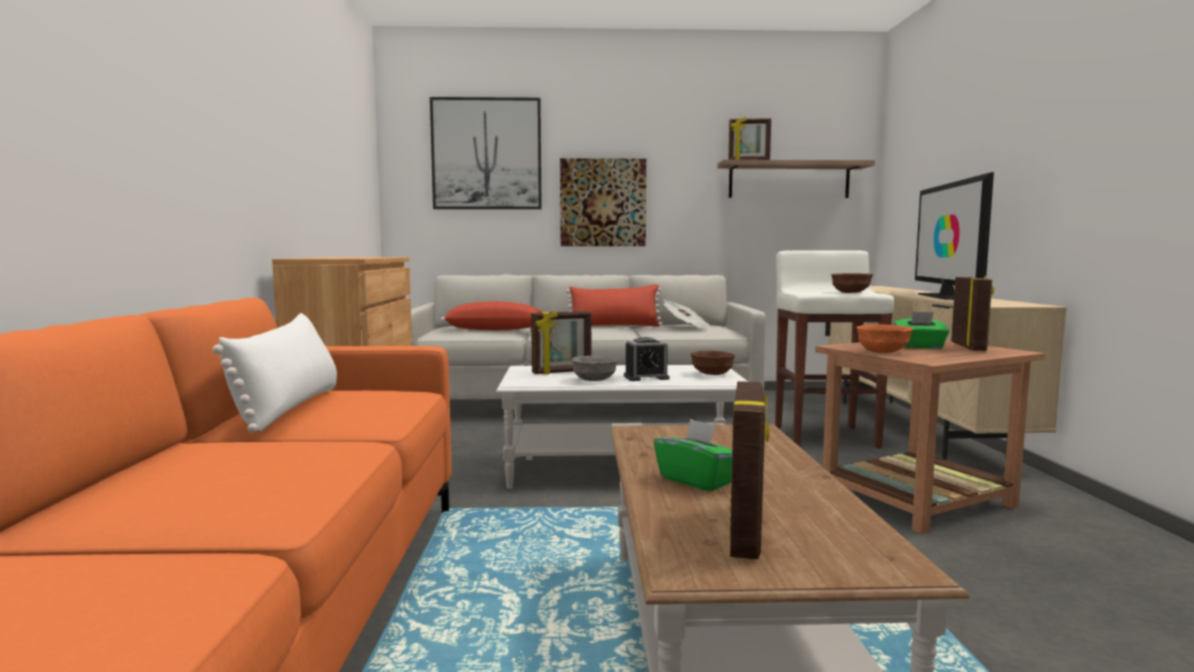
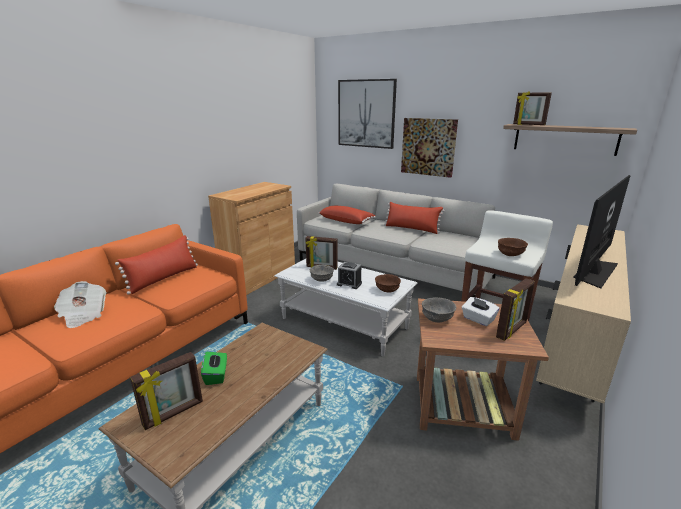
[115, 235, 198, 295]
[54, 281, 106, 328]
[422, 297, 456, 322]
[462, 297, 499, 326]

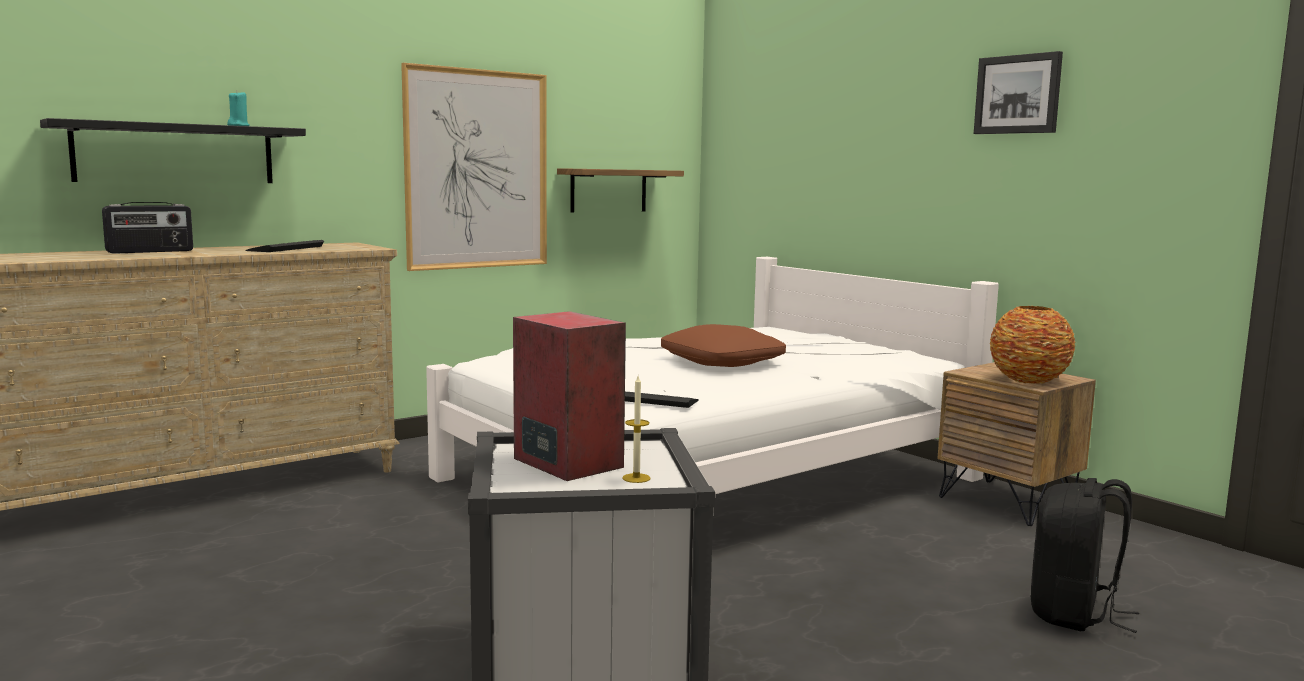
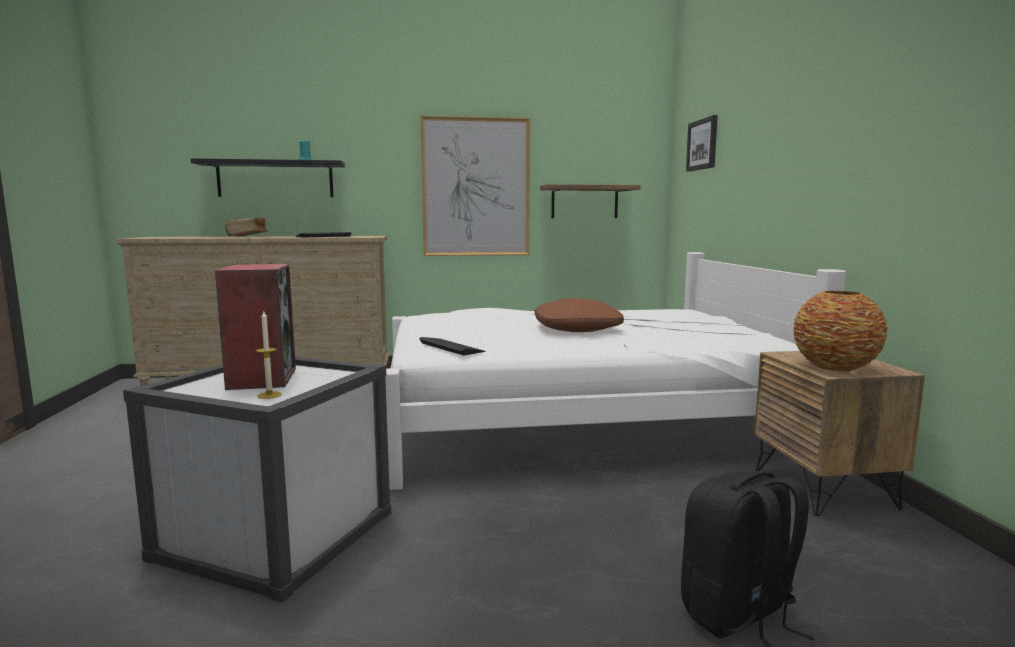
[226, 218, 268, 236]
[686, 115, 718, 172]

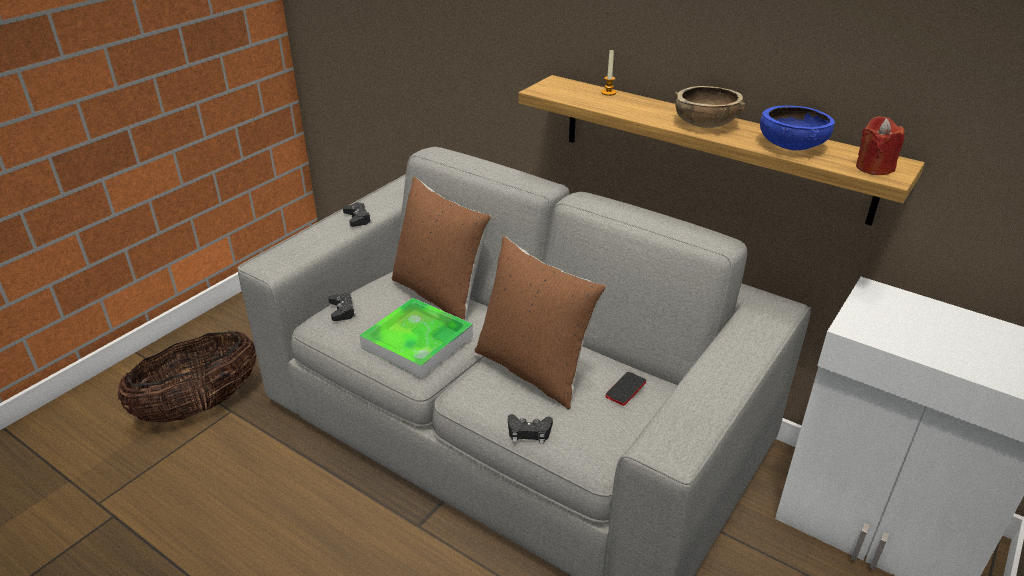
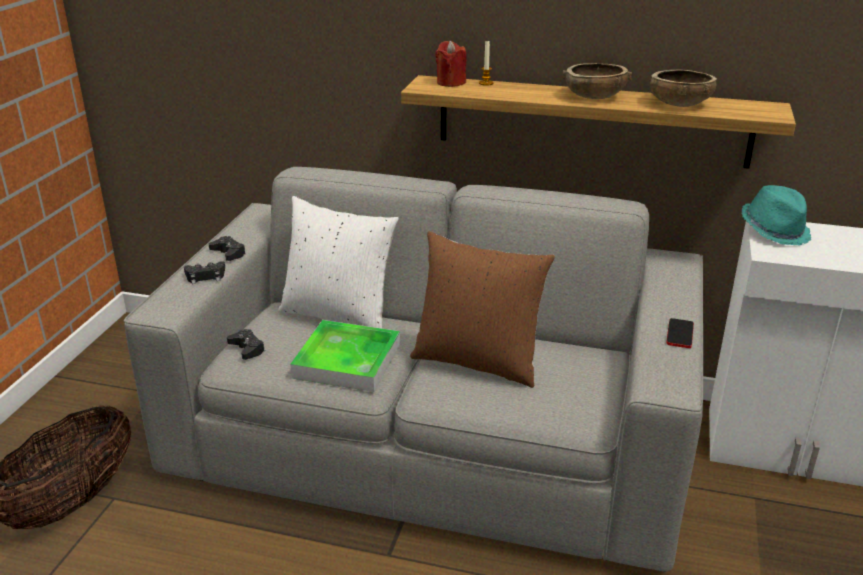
[279, 196, 399, 329]
[184, 261, 225, 284]
[666, 318, 694, 348]
[650, 69, 717, 107]
[435, 41, 467, 87]
[742, 185, 811, 245]

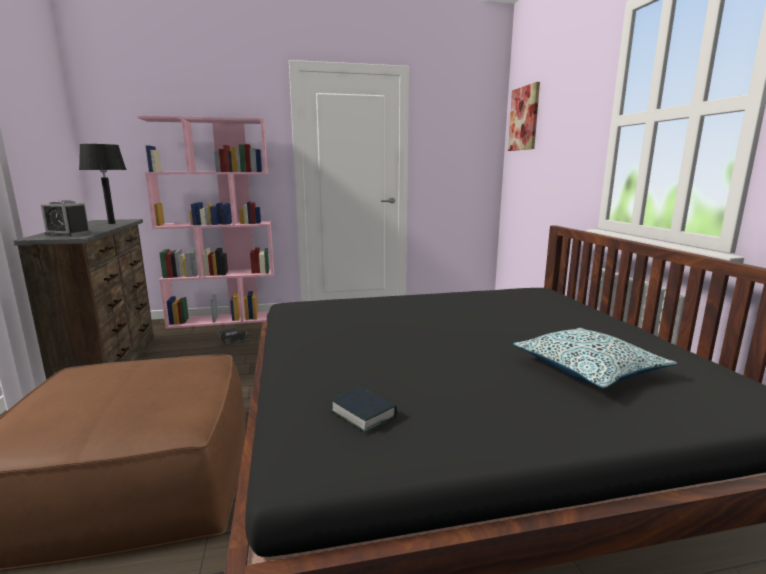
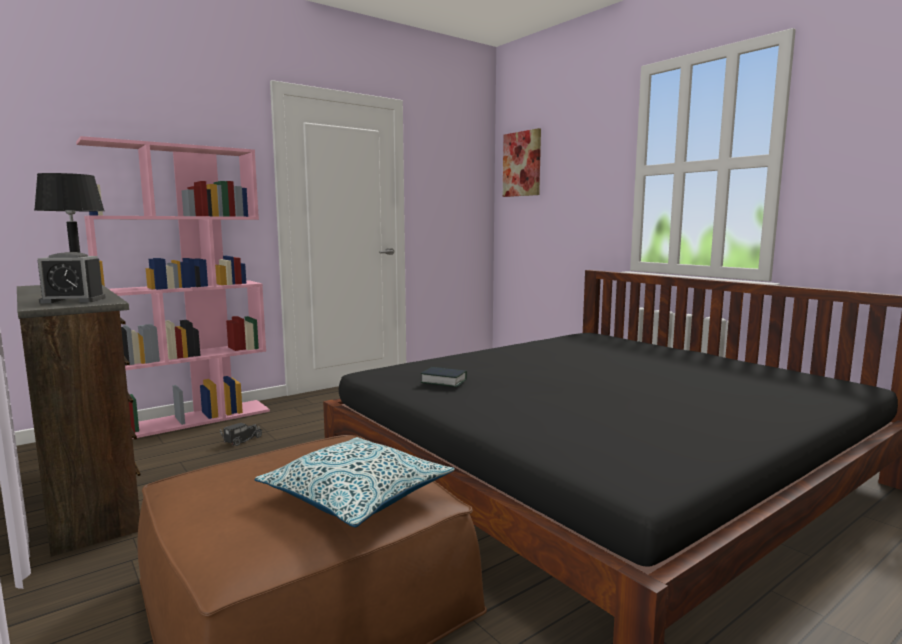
[421, 367, 467, 387]
[255, 437, 455, 528]

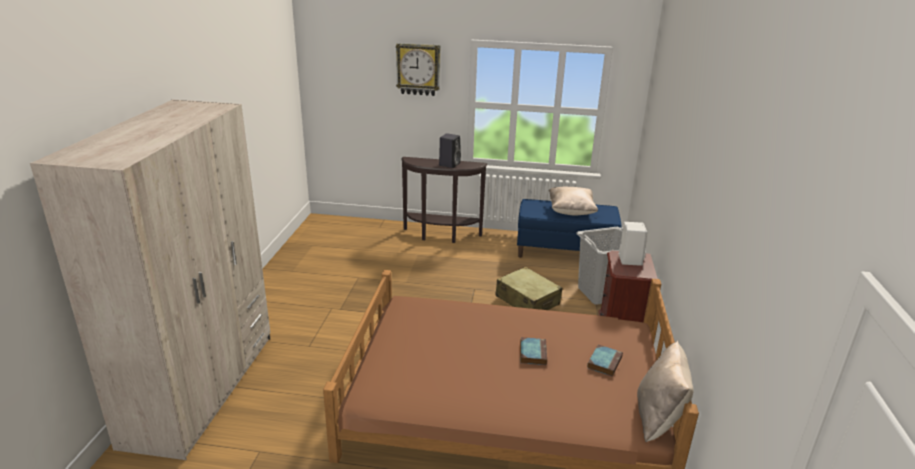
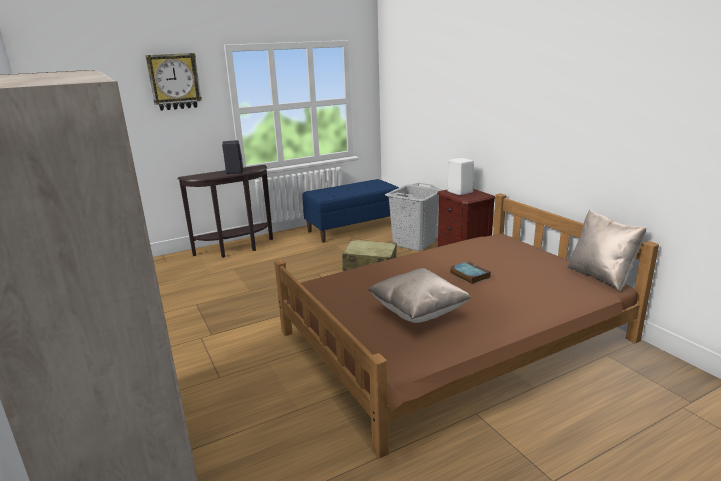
[368, 268, 471, 323]
[587, 344, 623, 376] (first image)

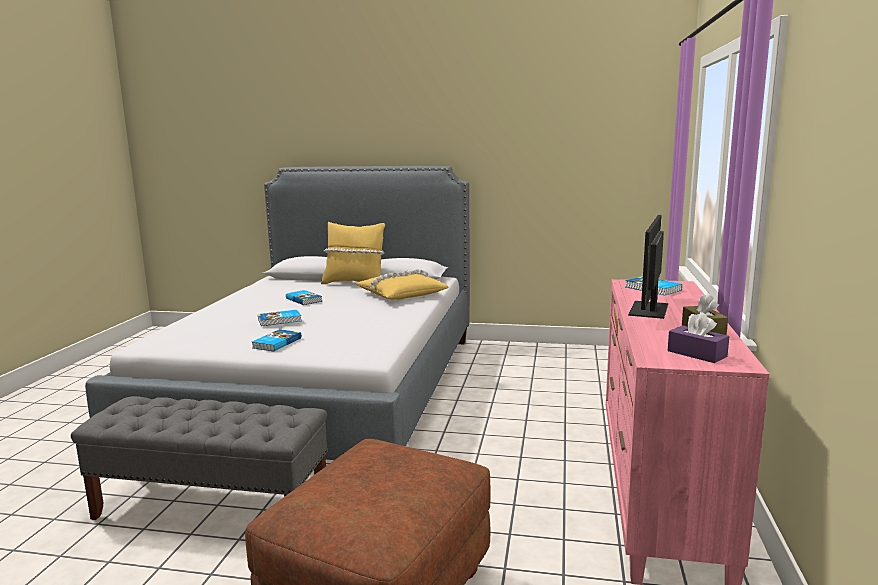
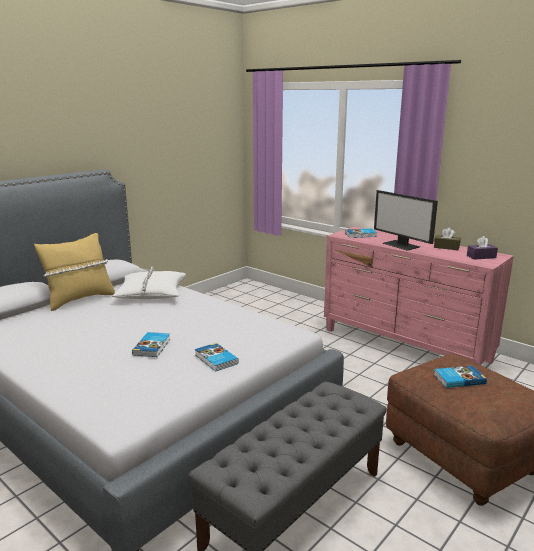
[434, 366, 487, 388]
[112, 267, 186, 299]

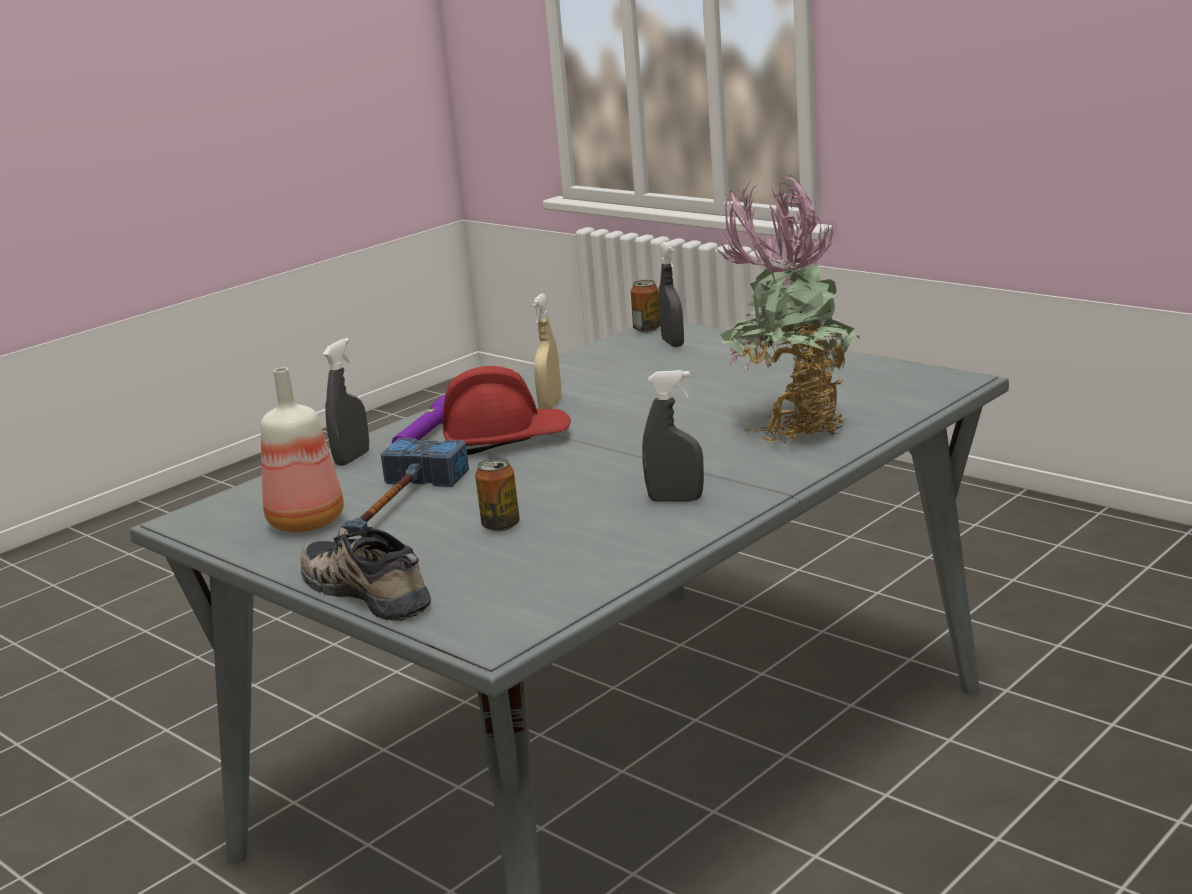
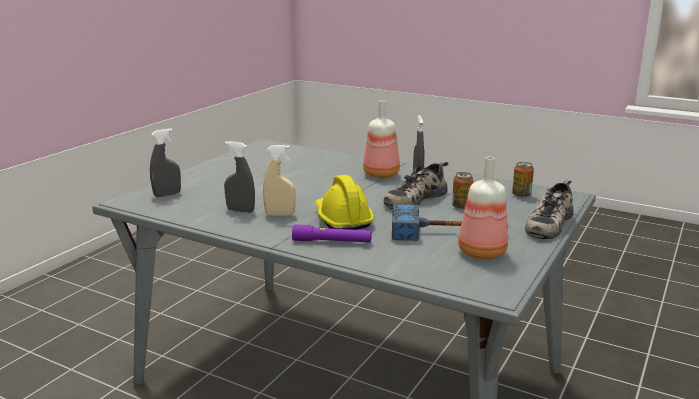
[224, 141, 255, 213]
[315, 175, 374, 230]
[512, 162, 534, 198]
[716, 175, 860, 444] (first image)
[363, 100, 400, 178]
[383, 161, 449, 209]

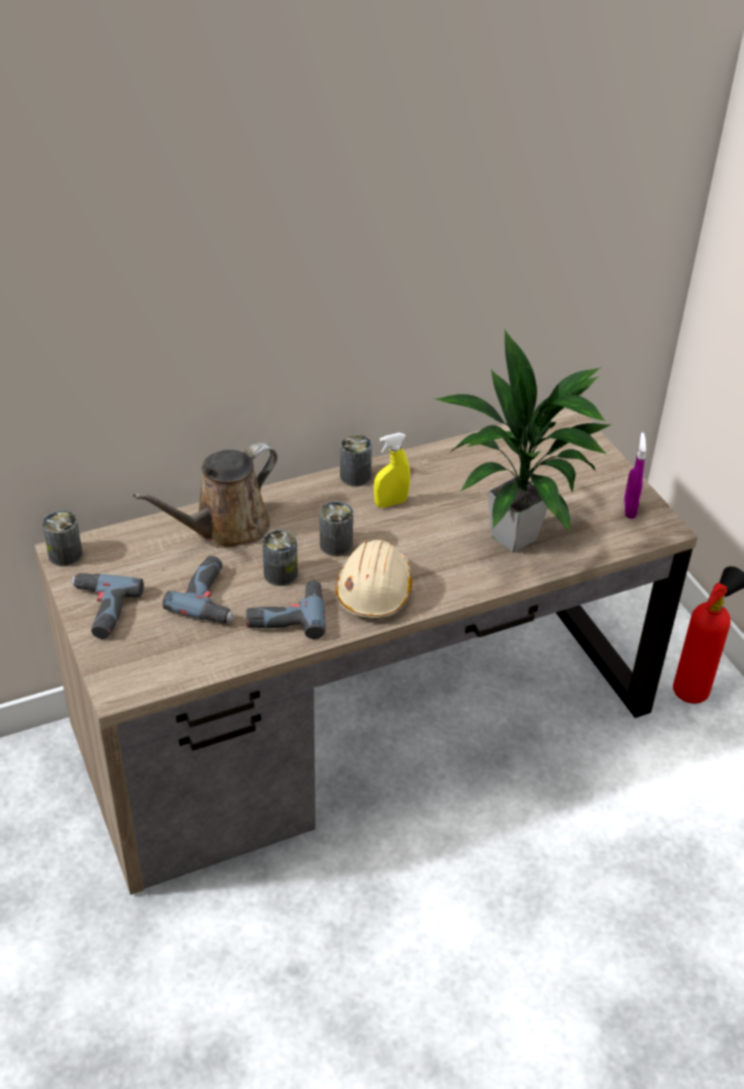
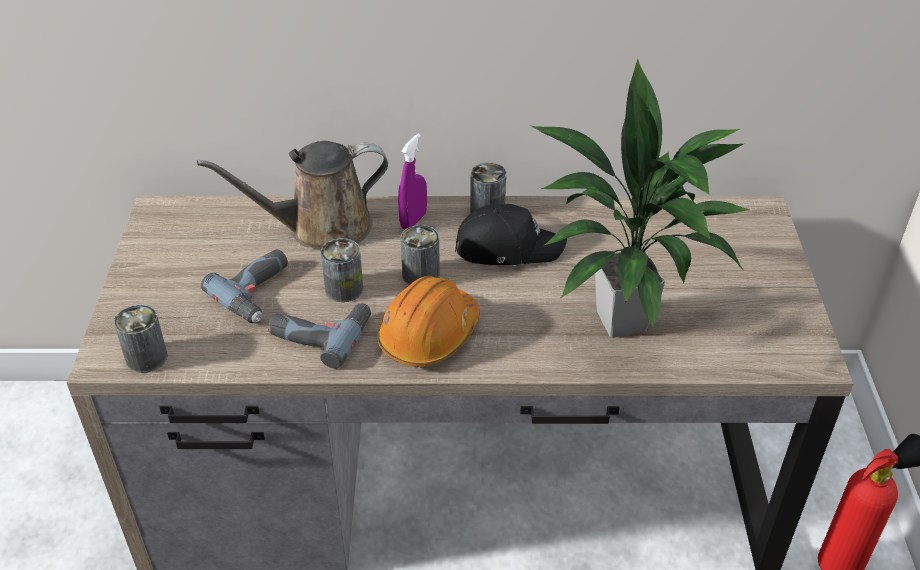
[114, 305, 168, 373]
[71, 573, 144, 639] (first image)
[377, 276, 480, 367]
[455, 204, 567, 265]
[398, 133, 427, 230]

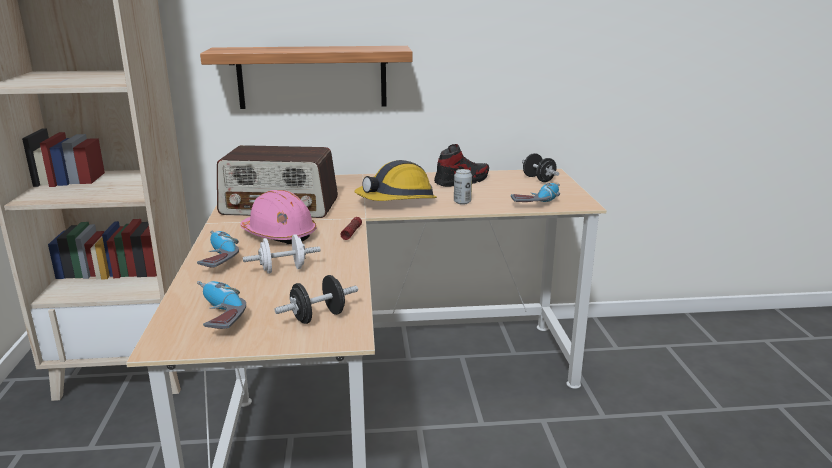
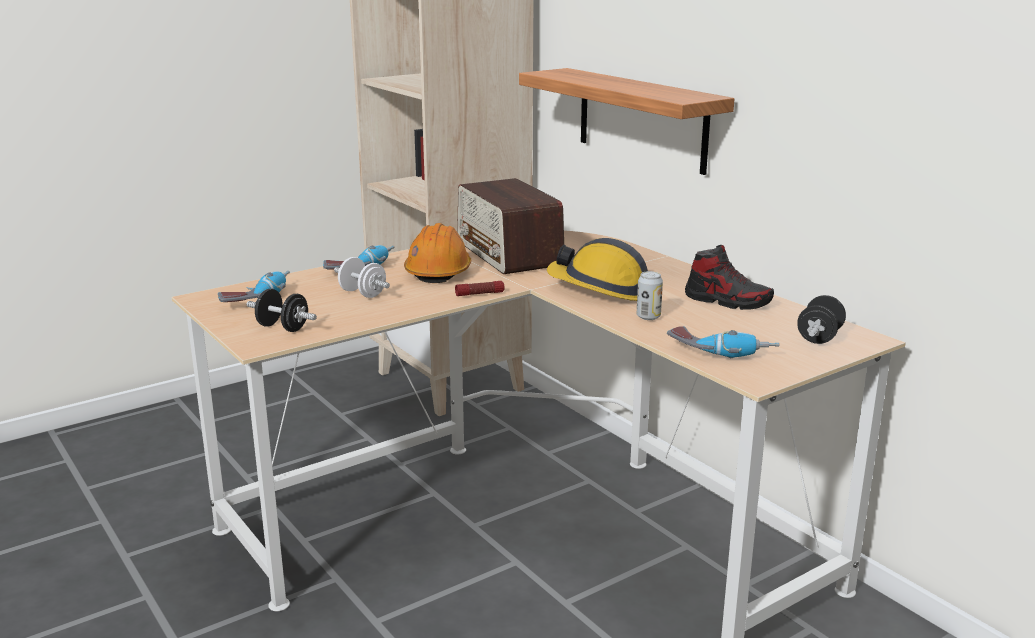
[404, 223, 471, 283]

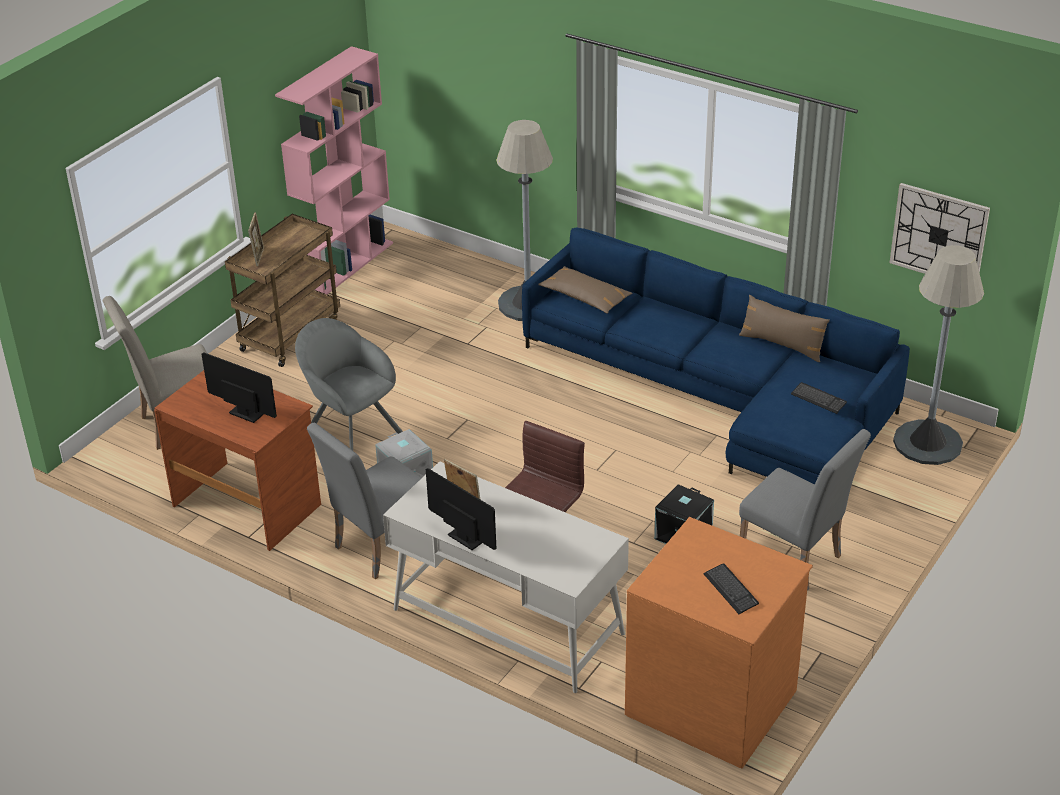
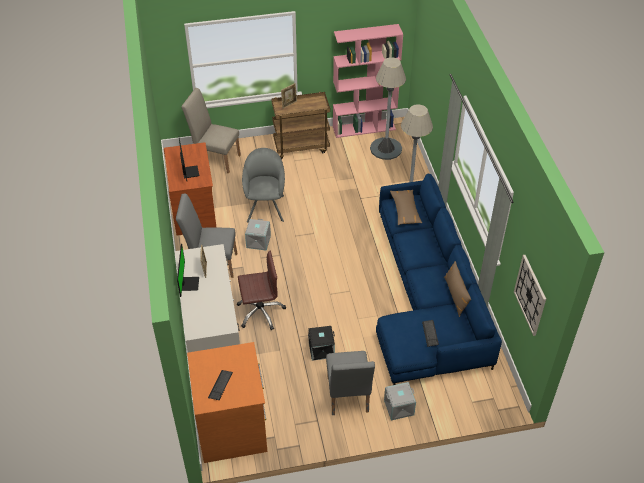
[370, 57, 406, 160]
[384, 382, 416, 420]

